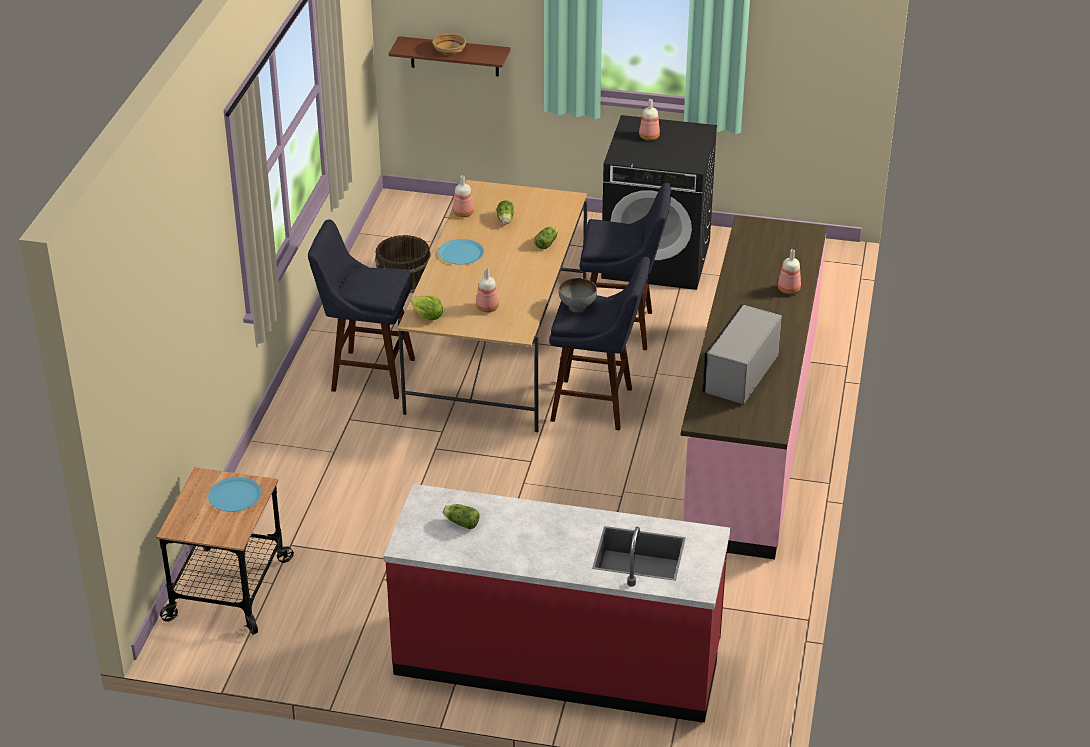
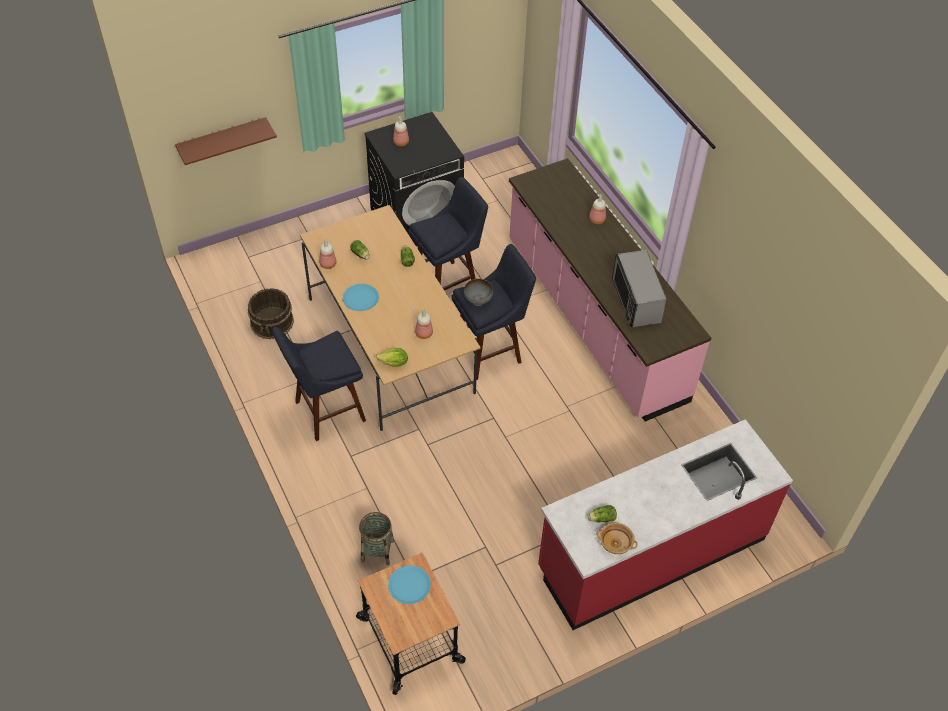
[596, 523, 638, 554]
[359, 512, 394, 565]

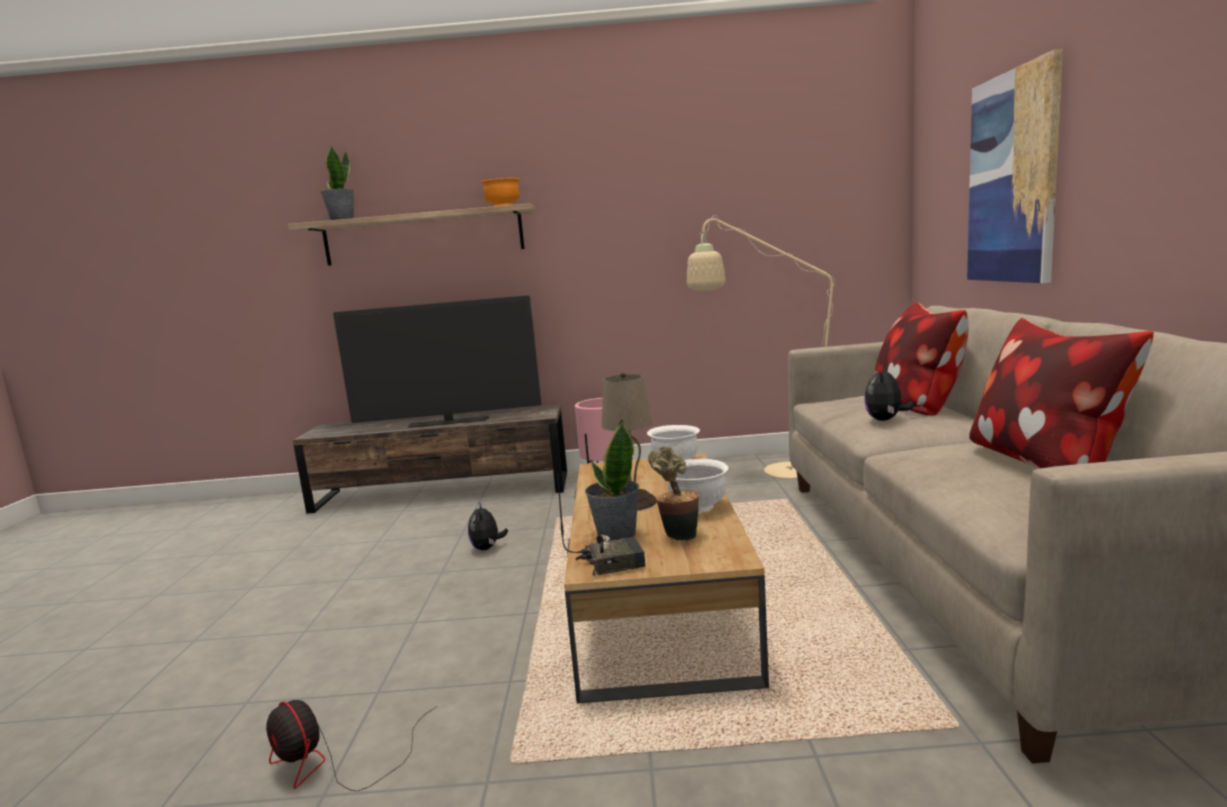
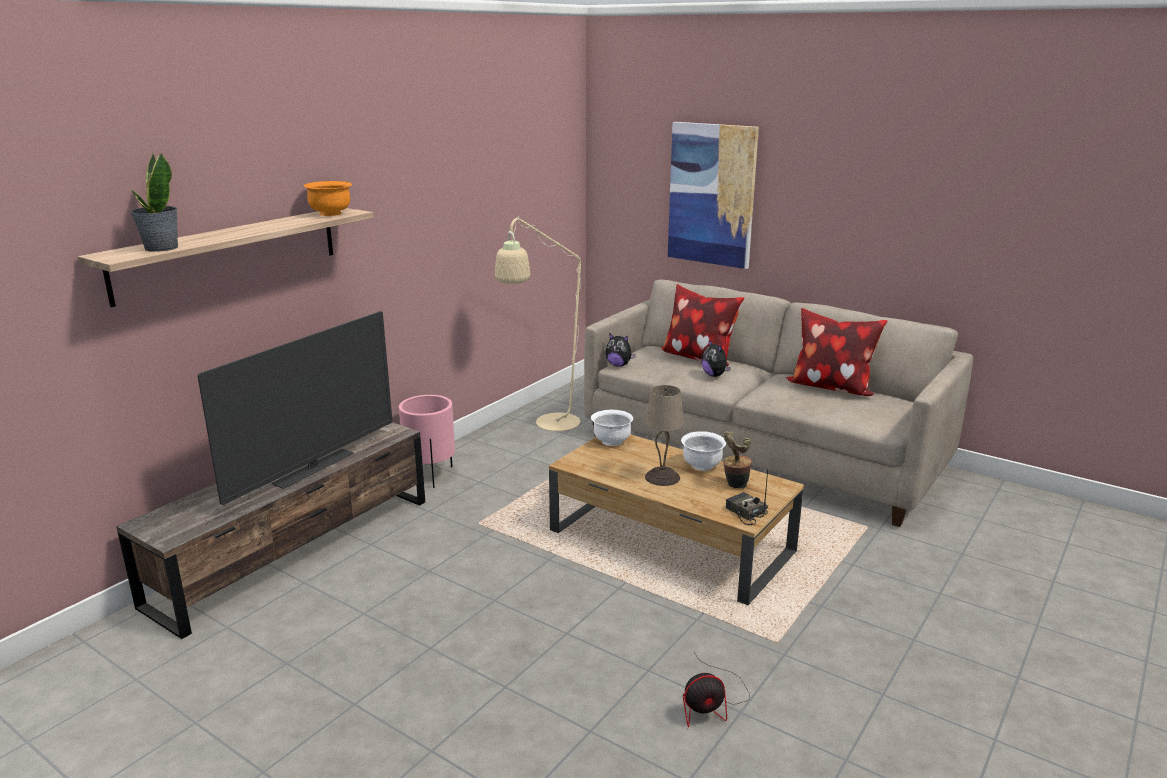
[606, 333, 636, 367]
[726, 469, 768, 525]
[585, 418, 639, 540] (first image)

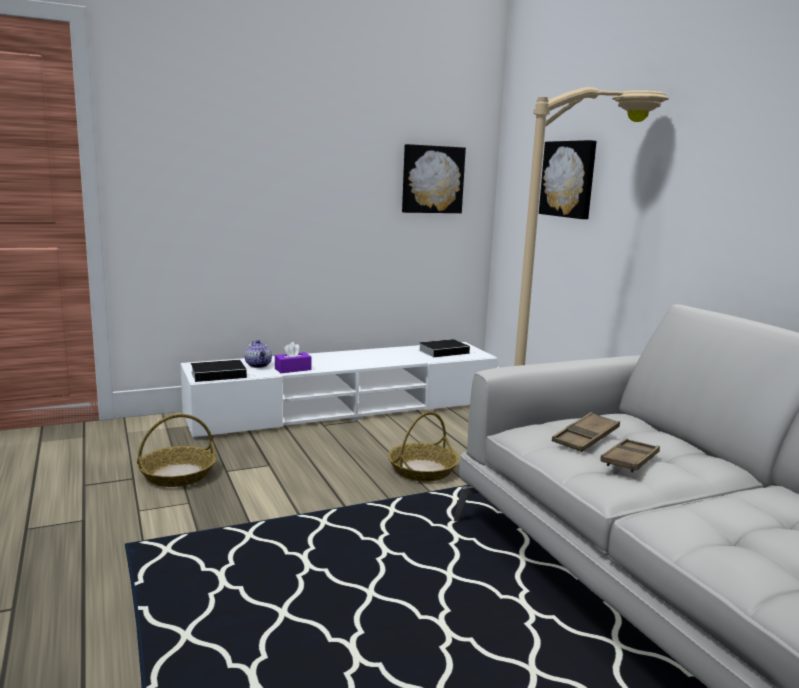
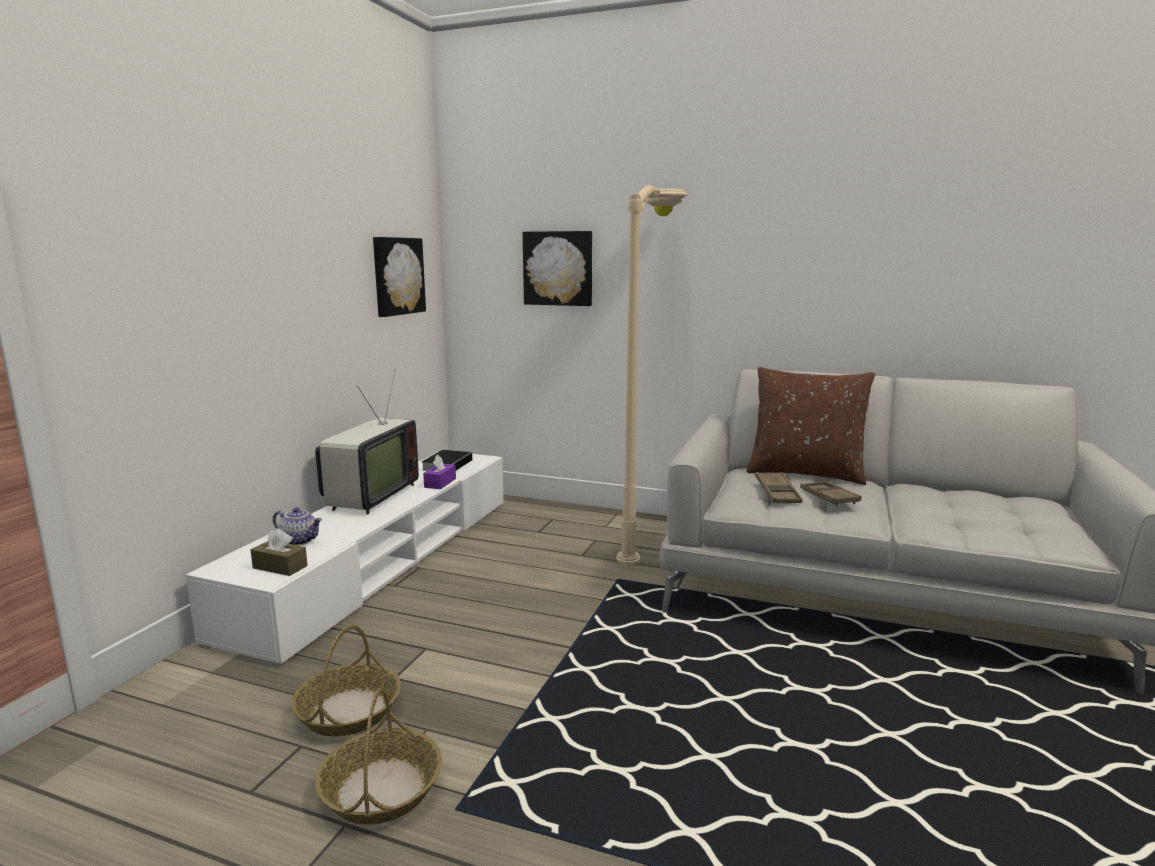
[251, 529, 308, 576]
[423, 455, 456, 489]
[315, 687, 442, 825]
[315, 370, 419, 515]
[747, 367, 875, 485]

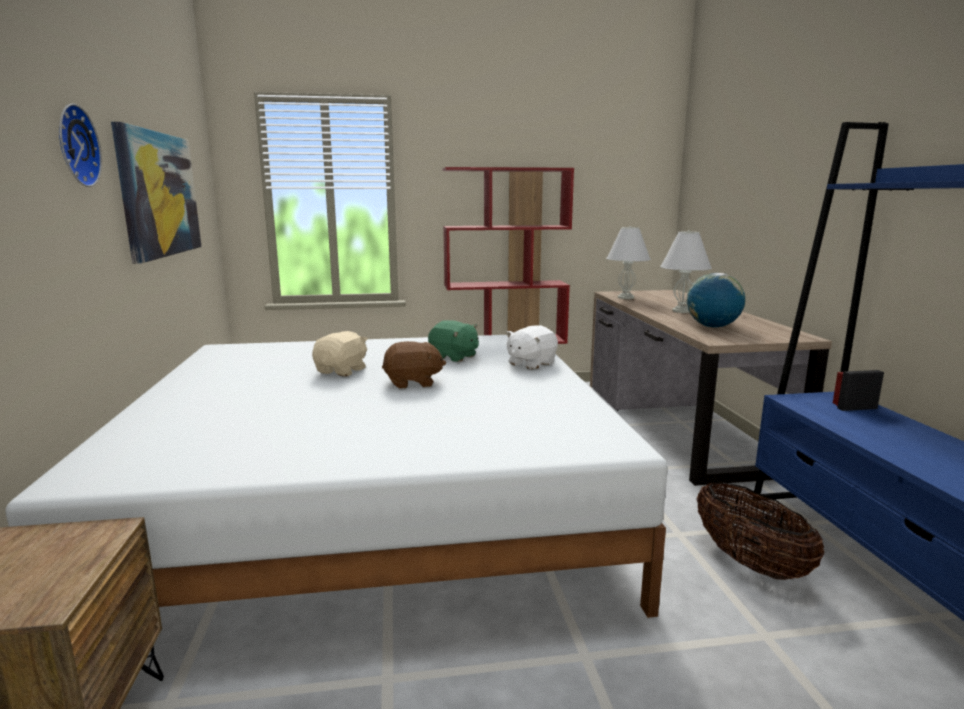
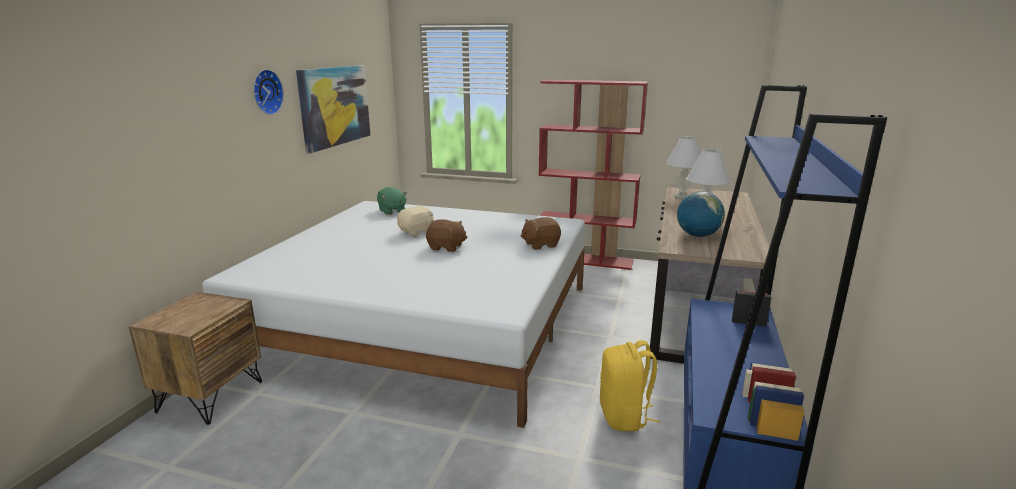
[377, 187, 407, 215]
[521, 217, 561, 250]
[600, 340, 660, 431]

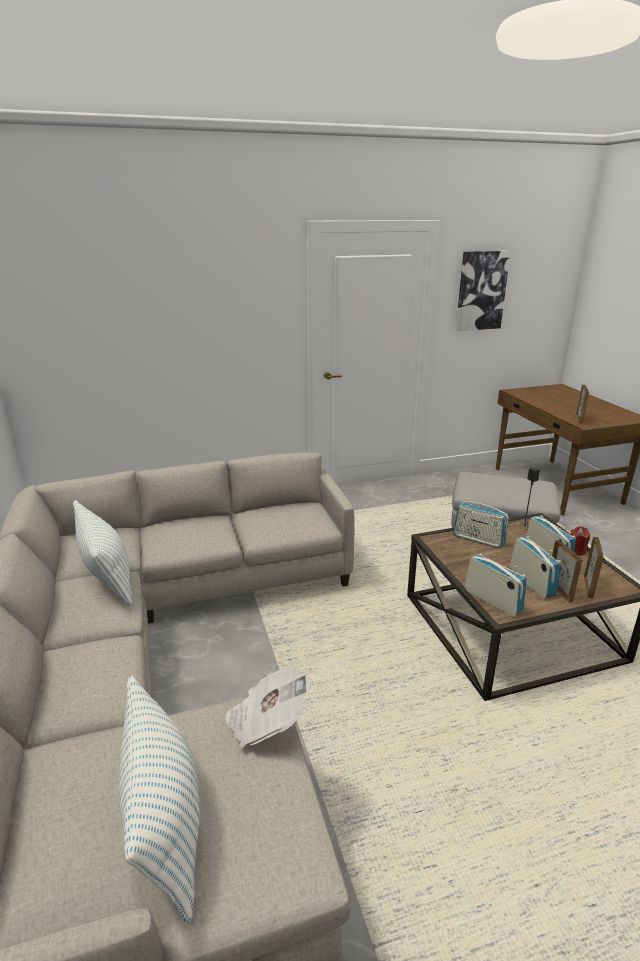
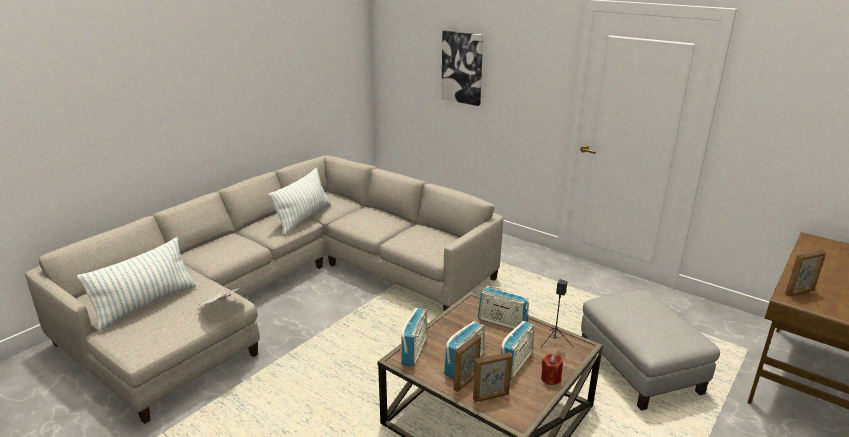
[478, 284, 529, 330]
[441, 30, 483, 106]

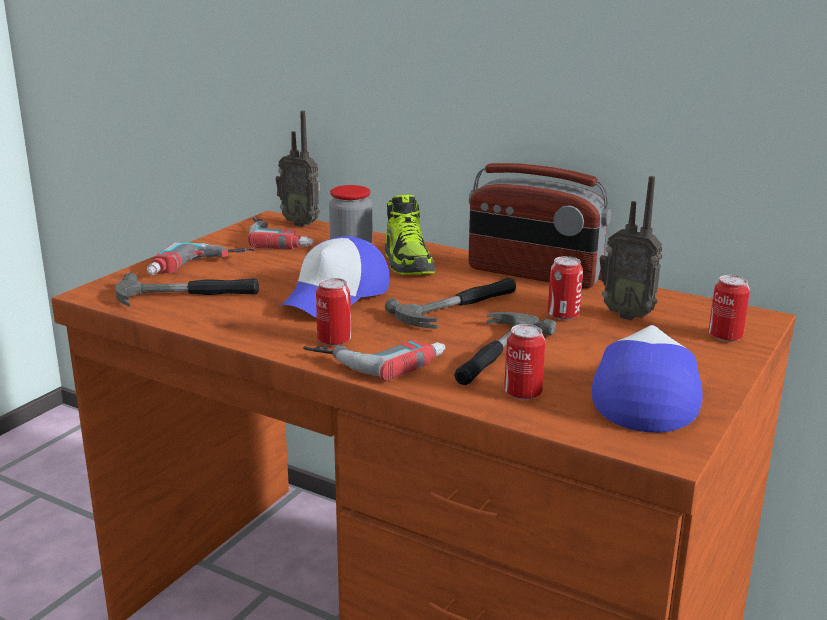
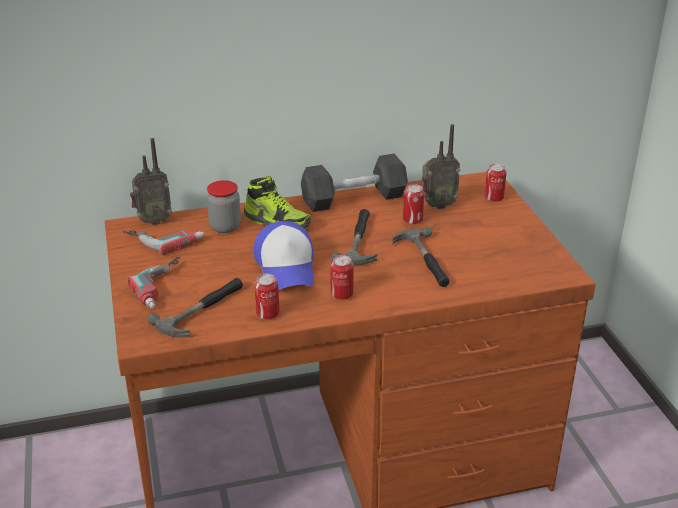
[303, 340, 445, 381] (first image)
[301, 153, 408, 212]
[255, 274, 280, 319]
[592, 325, 703, 433] (first image)

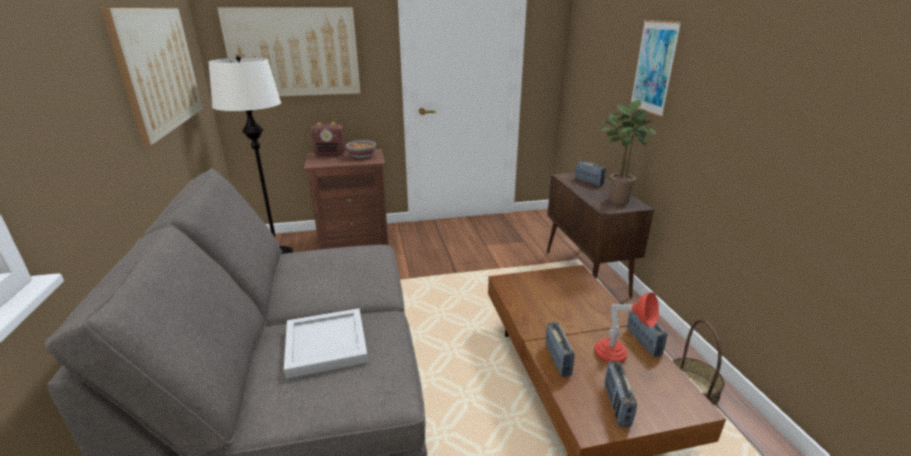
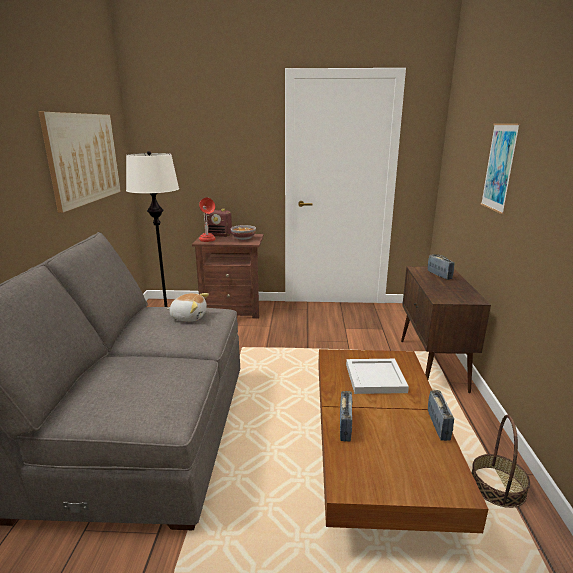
[217, 7, 361, 96] (first image)
[346, 359, 409, 394]
[199, 197, 215, 242]
[601, 100, 657, 204] (first image)
[605, 361, 637, 427] (first image)
[167, 293, 209, 322]

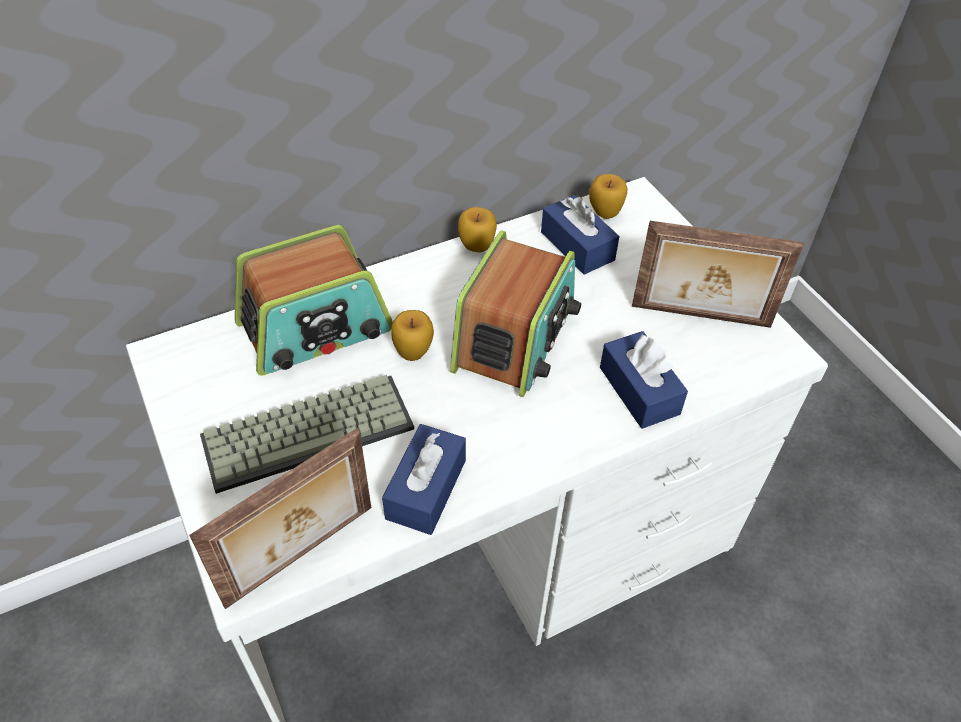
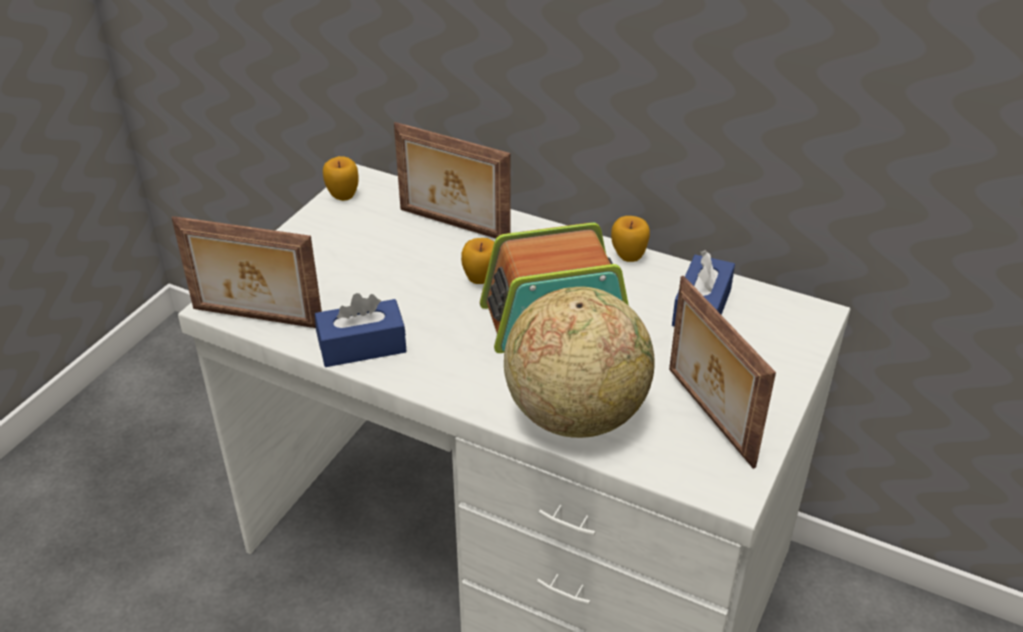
[200, 375, 414, 494] (first image)
[394, 122, 510, 238]
[323, 156, 359, 201]
[504, 286, 654, 438]

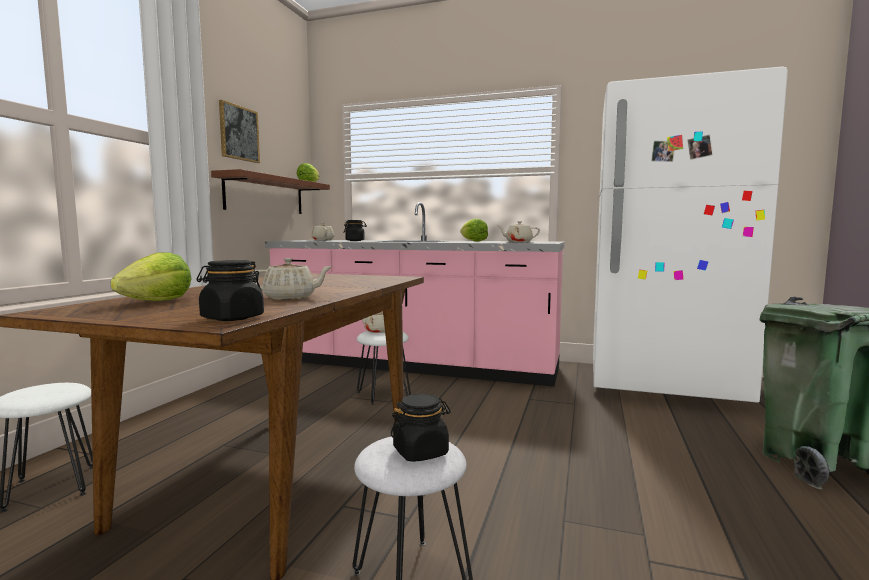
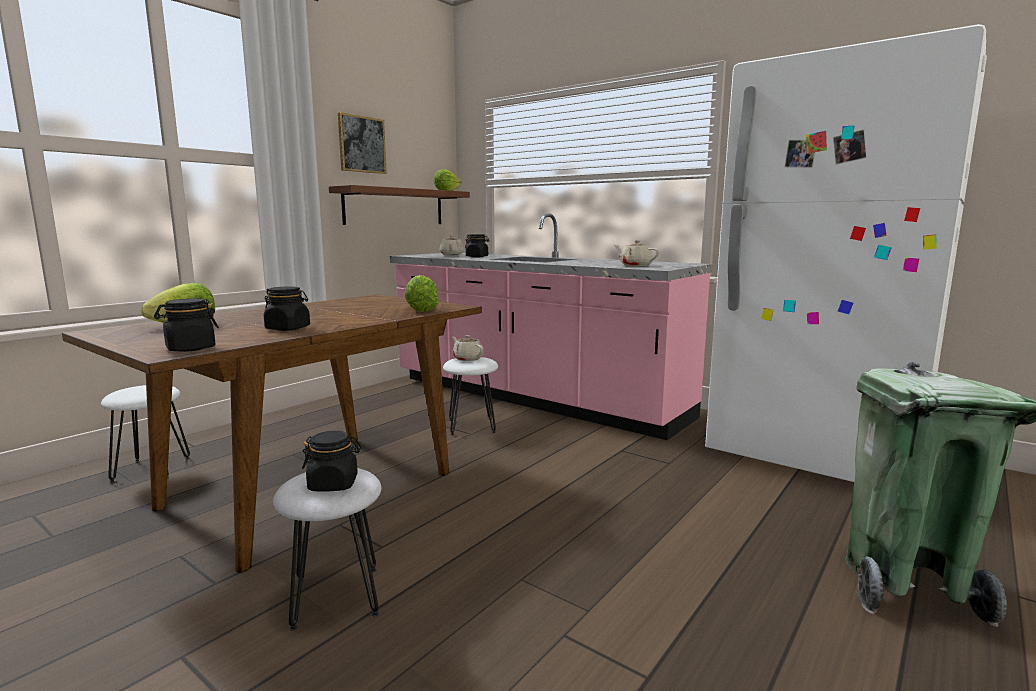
[264, 286, 310, 331]
[404, 275, 439, 312]

